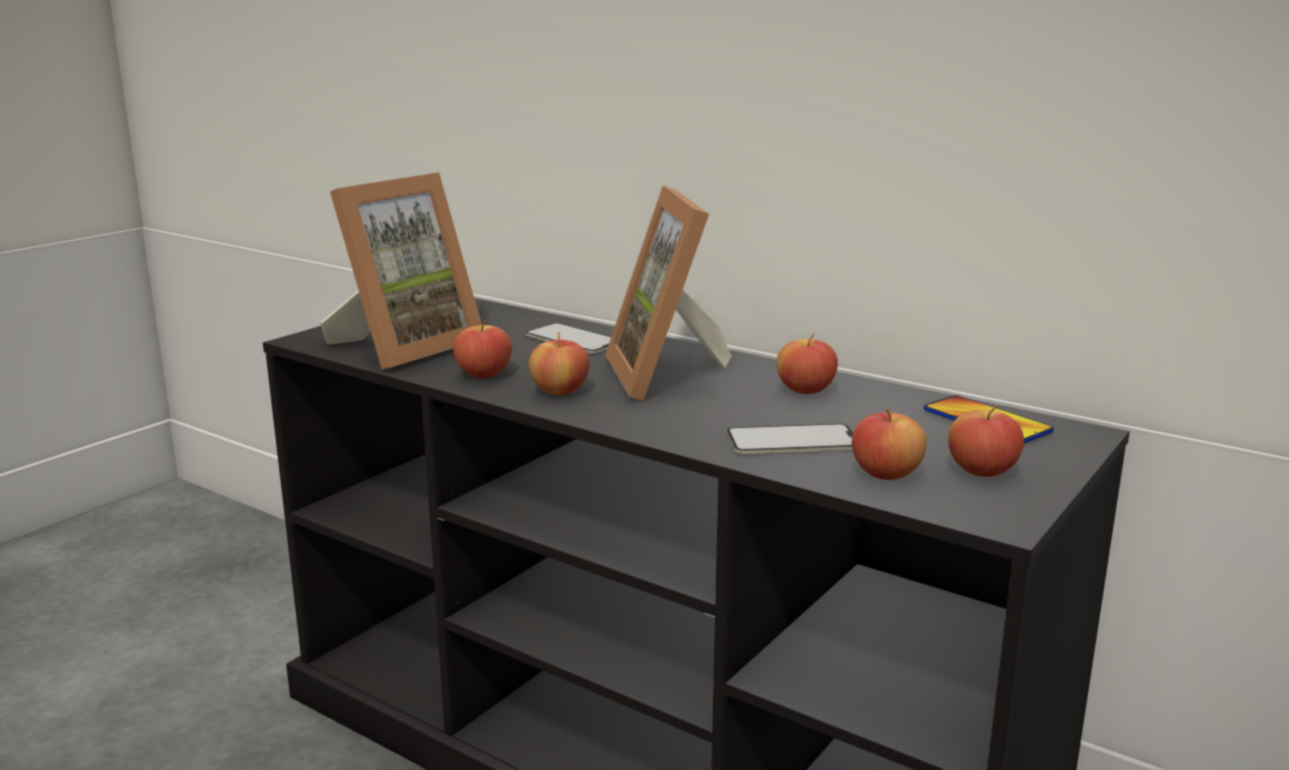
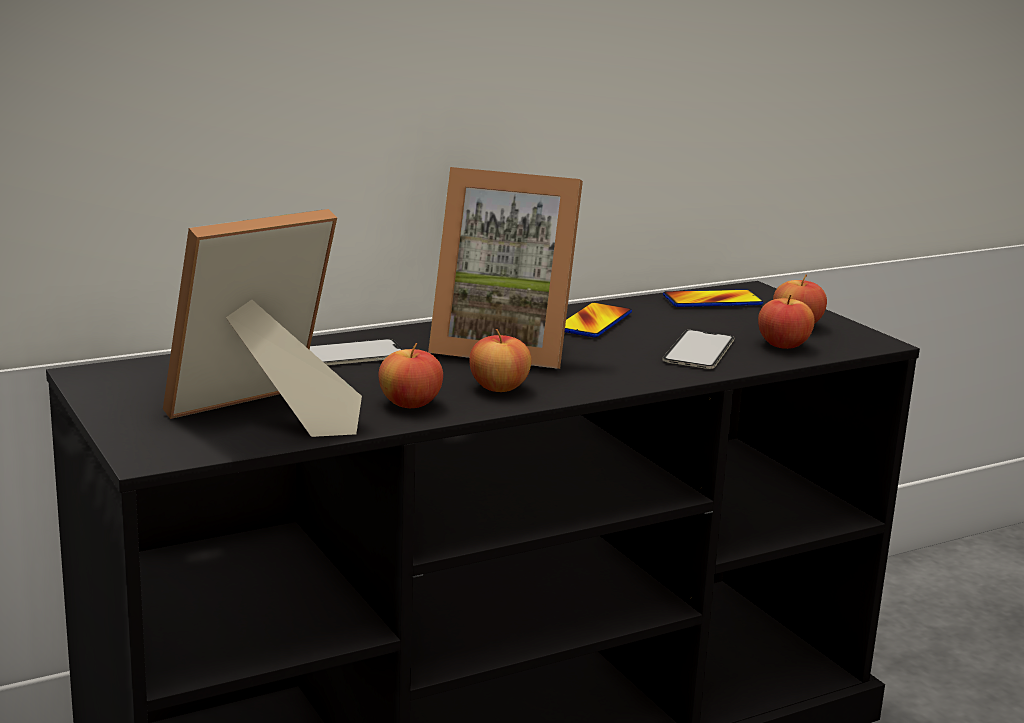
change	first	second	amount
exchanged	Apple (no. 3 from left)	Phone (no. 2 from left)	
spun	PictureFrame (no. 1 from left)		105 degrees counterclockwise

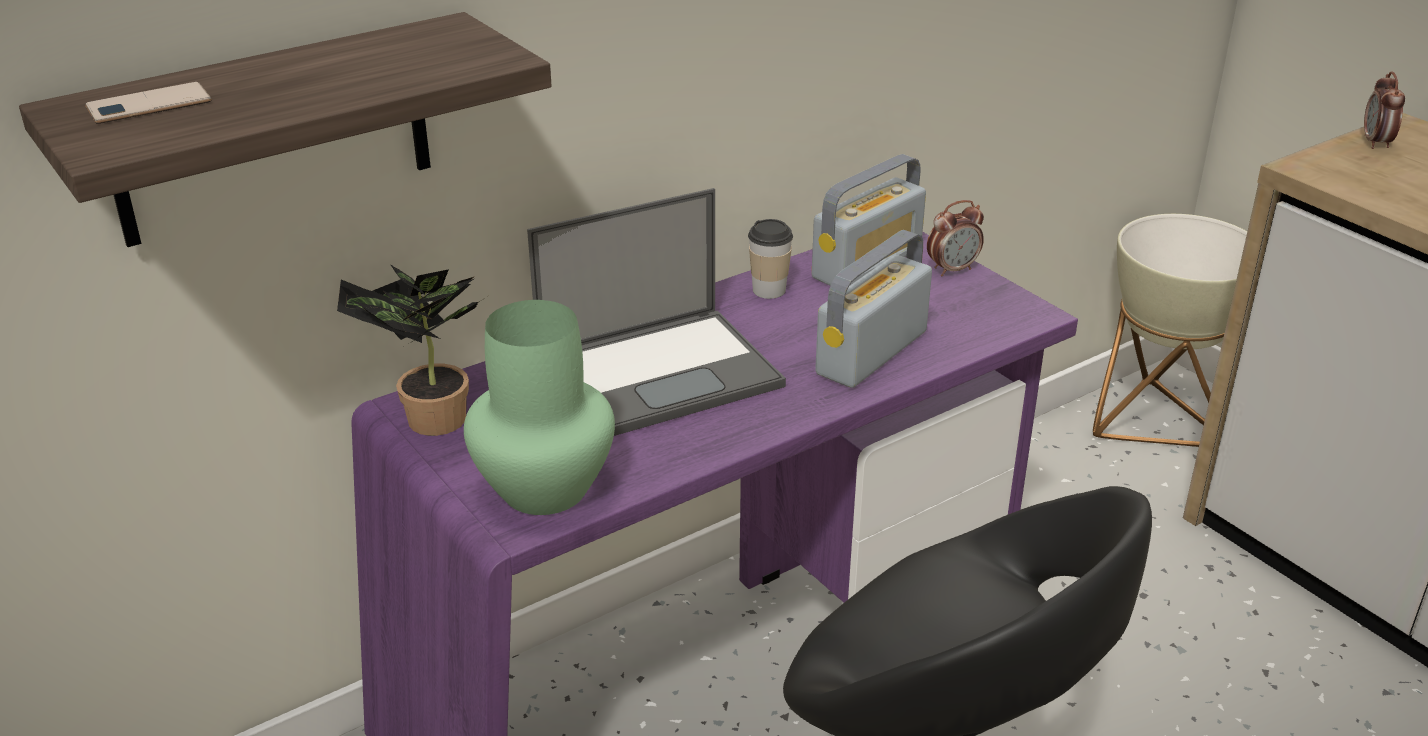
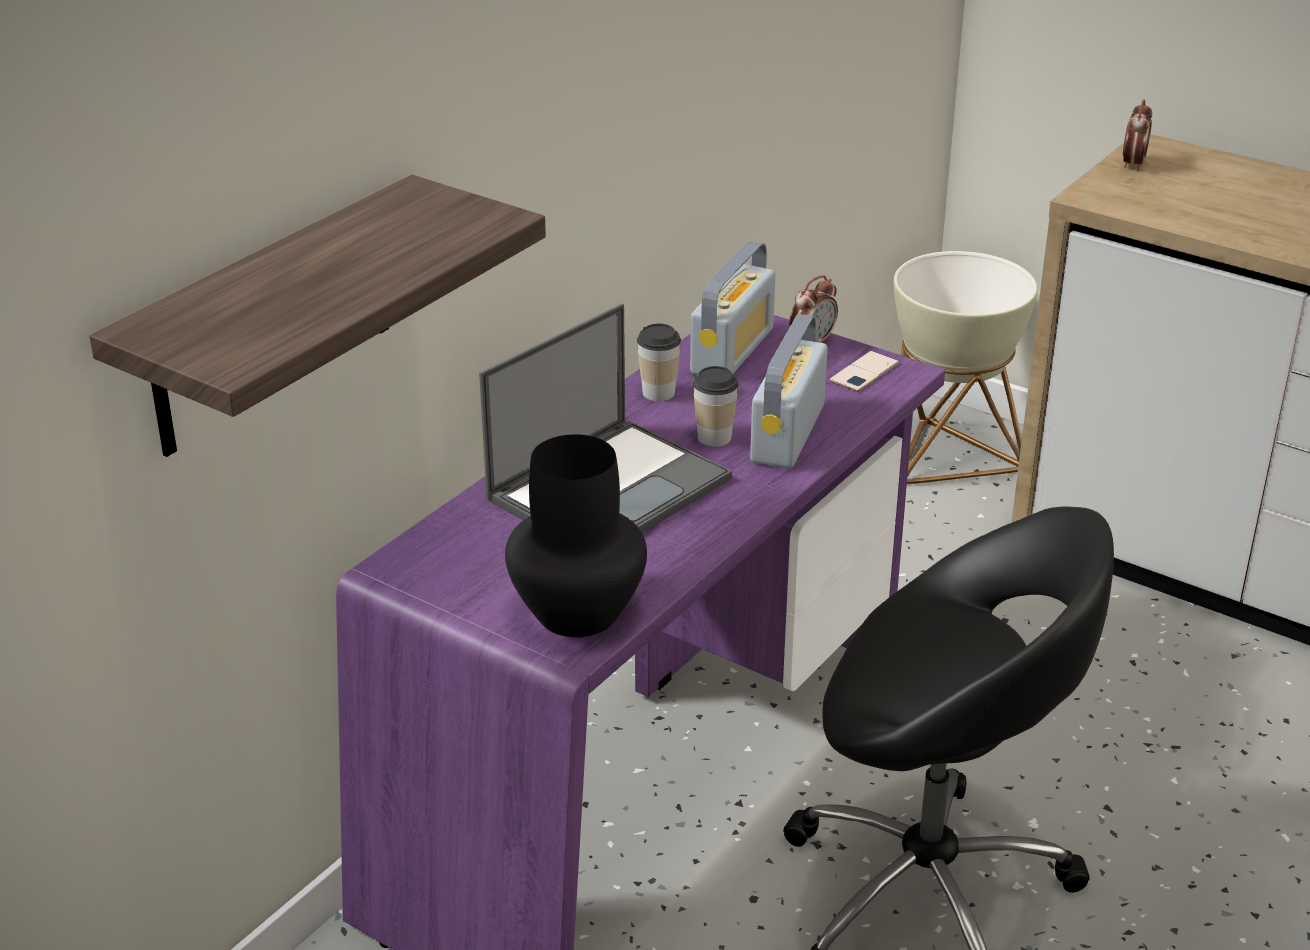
change	first	second	amount
missing	PottedPlant		
appeared		Cup (no. 2 from left)	
relocated	Phone		
colour	GreenVase	BlackVase	
spun	AlarmClock (no. 2 from left)		150 degrees counterclockwise

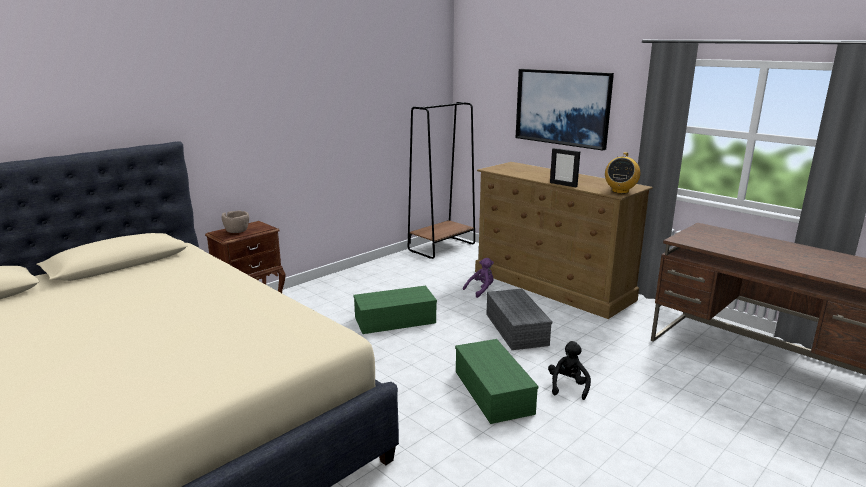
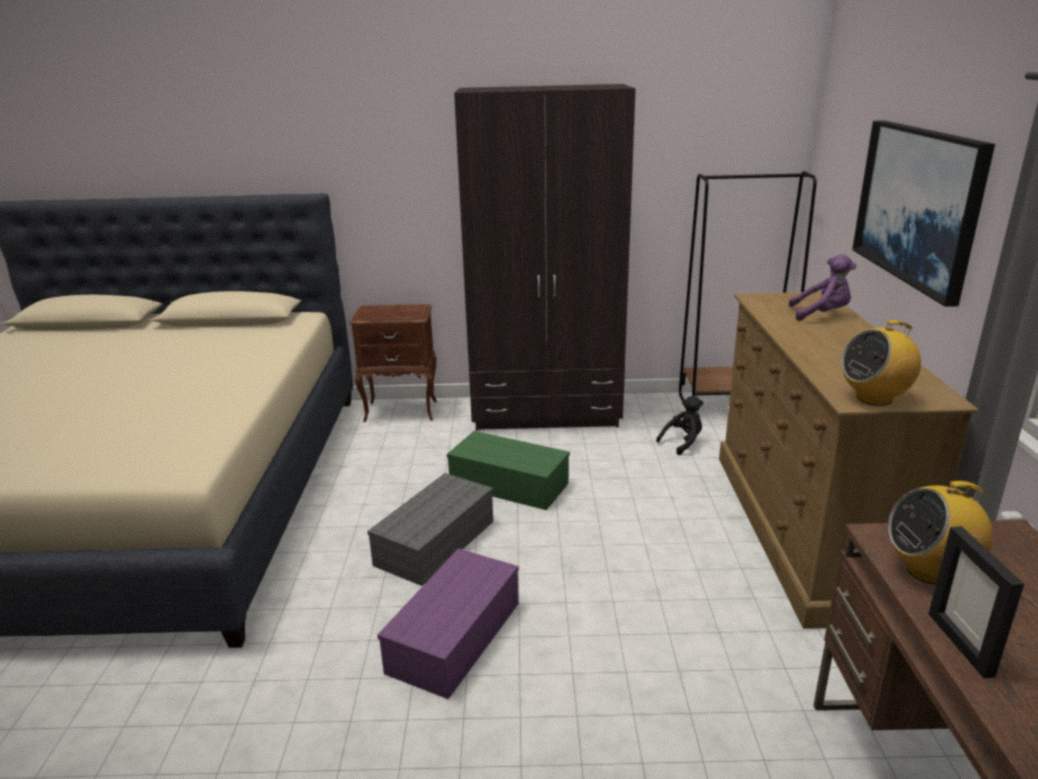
change	first	second	amount
missing	BrownBowl		
appeared		BrownWardrobe	
appeared		Radio (no. 2 from left)	
relocated	PurplePlushToy		
relocated	GreyStorageBox		
relocated	BlackPlushToy		
relocated	PictureFrame		
colour	GreenStorageBox (no. 2 from left)	PurpleStorageBox	

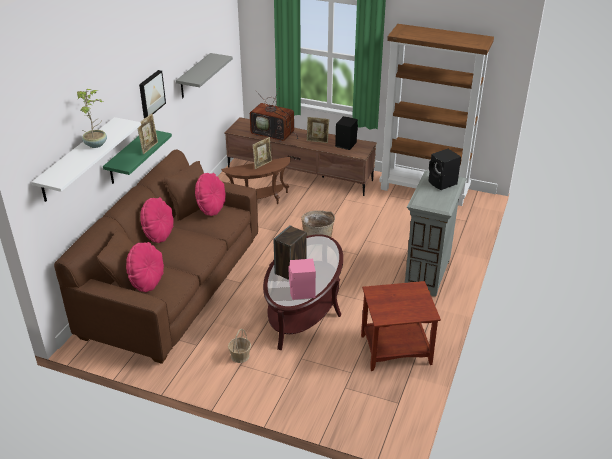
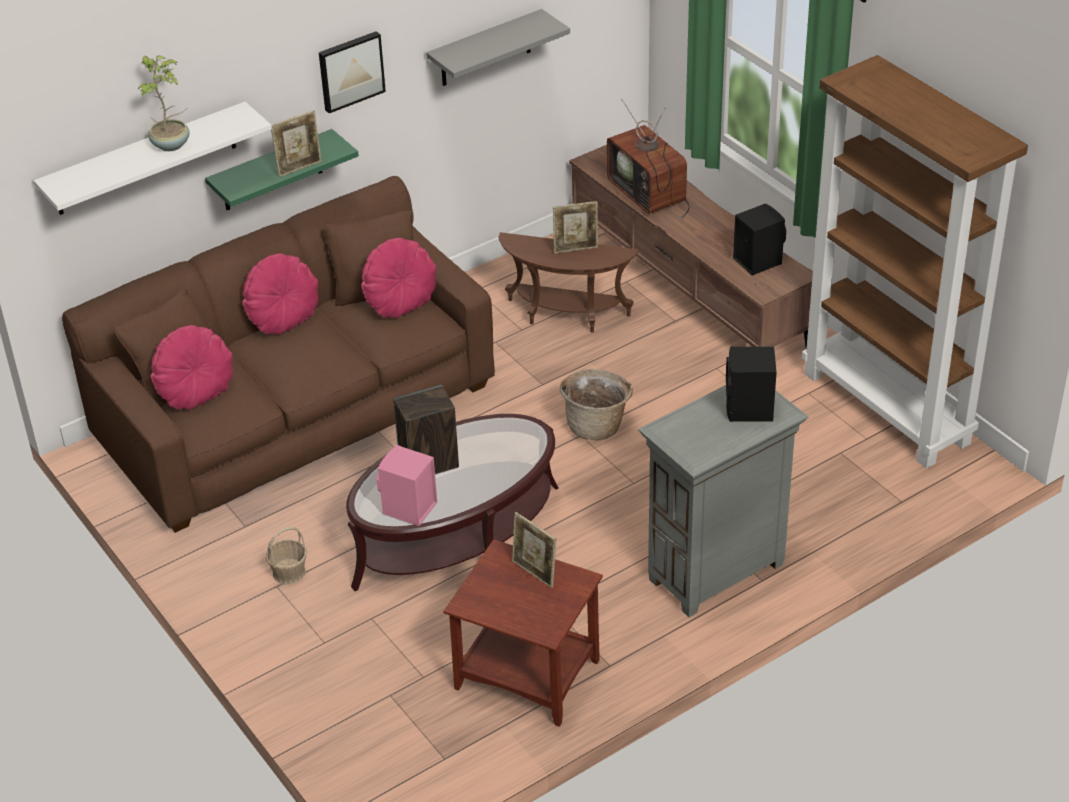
change	first	second	amount
relocated	PictureFrame (no. 3 from left in the first image)	PictureFrame (no. 2 from left)	

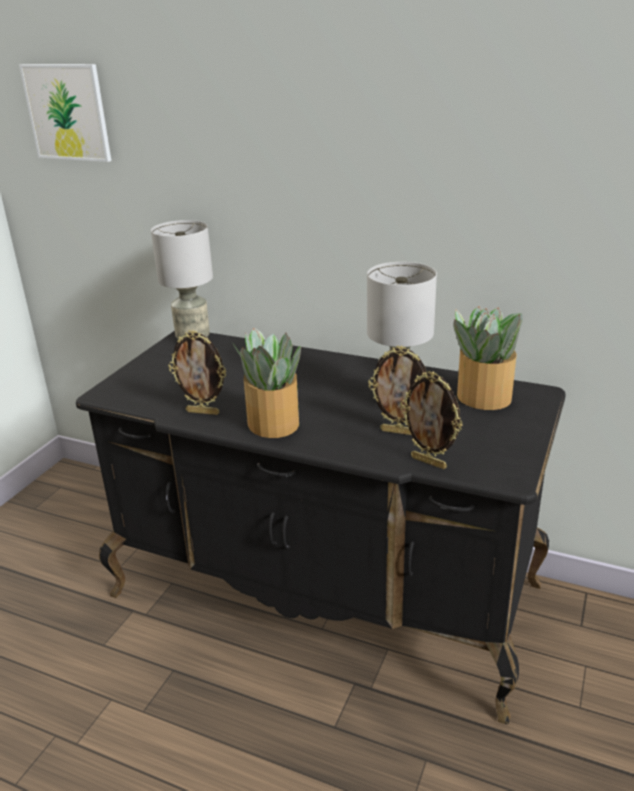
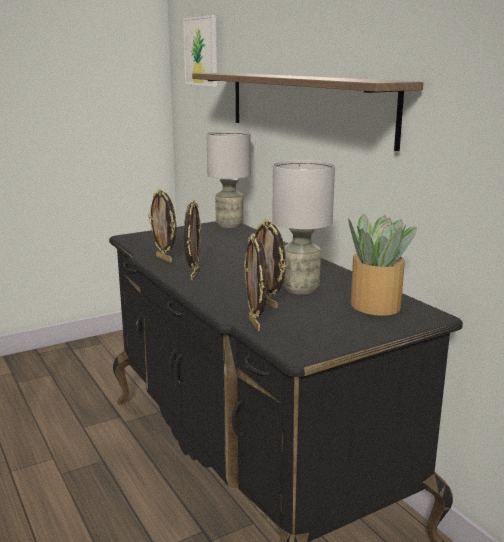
change	first	second	amount
appeared		Shelf	
exchanged	PottedPlant (no. 1 from left)	PictureFrame (no. 2 from left)	

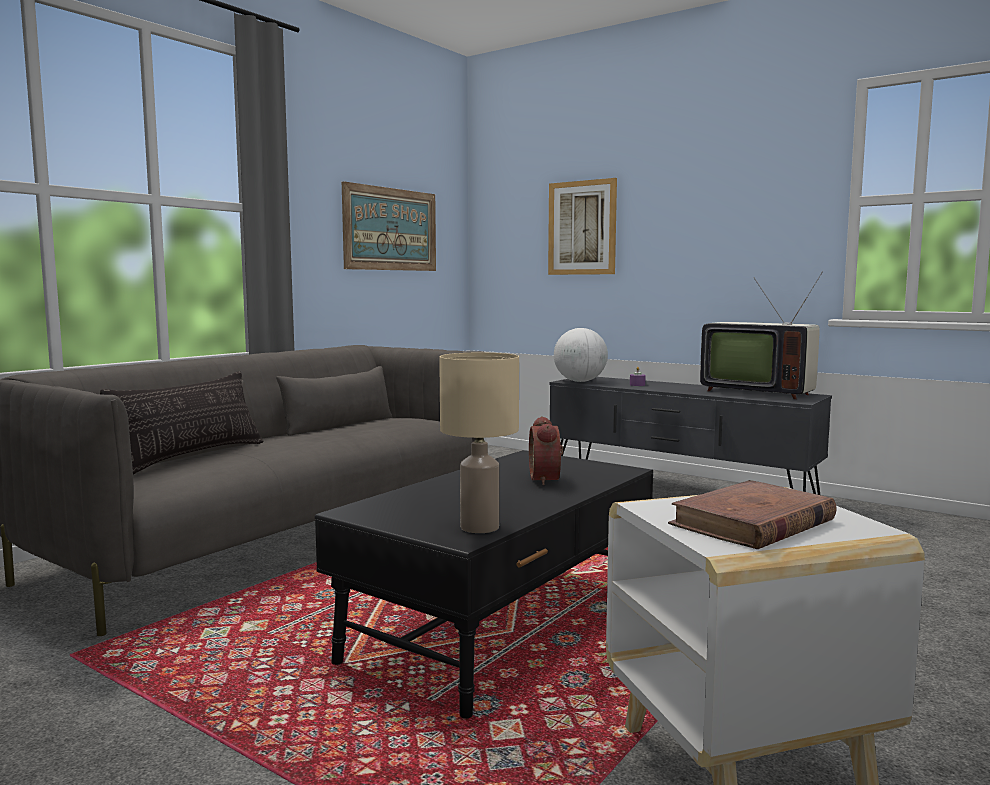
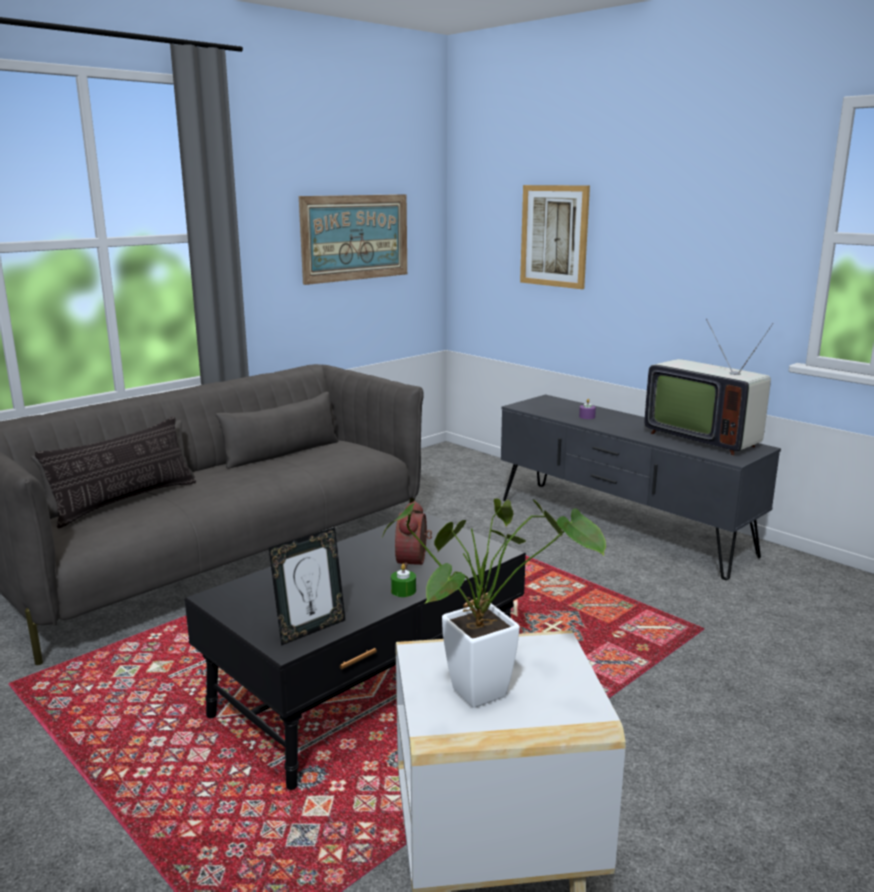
change	first	second	amount
missing	Globe		
appeared		GreenCandle	
exchanged	BeigeTableLamp	PictureFrame	
exchanged	BrownBook	PottedPlant	

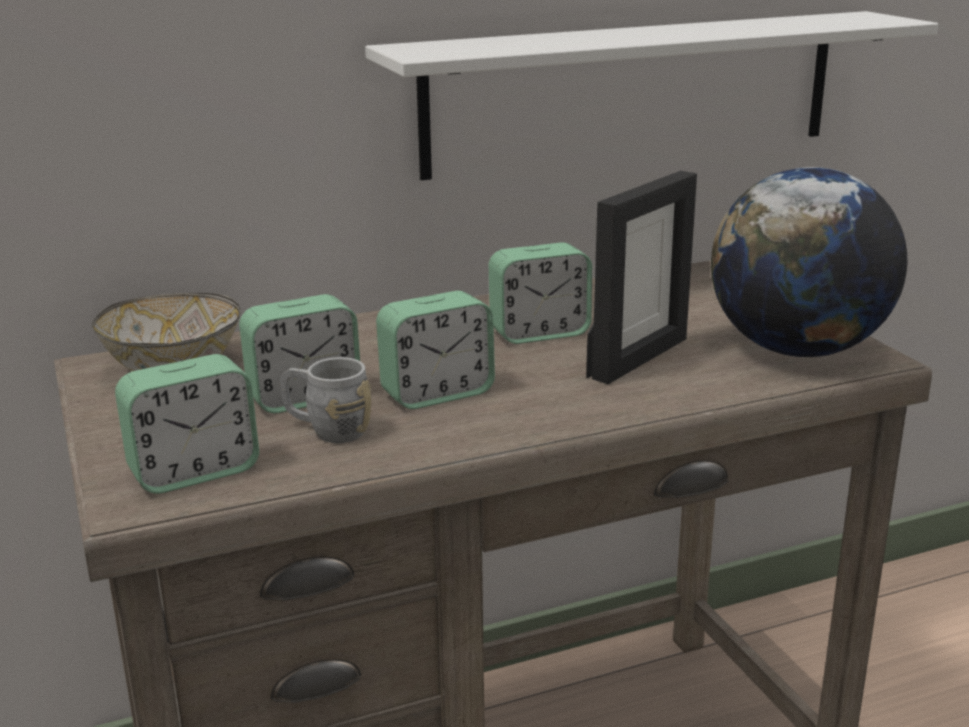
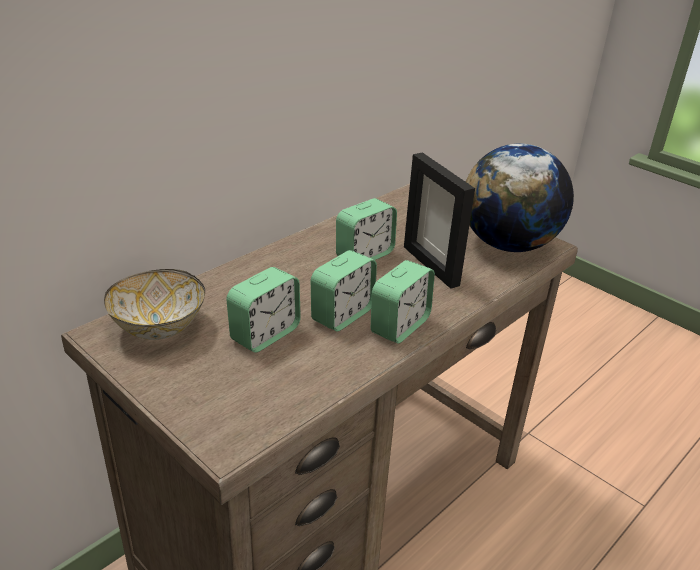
change	first	second	amount
missing	GreyMug		
missing	WhiteShelf		
relocated	AlarmClock (no. 1 from left in the first image)	AlarmClock (no. 4 from left)	
spun	PictureFrame		135 degrees clockwise

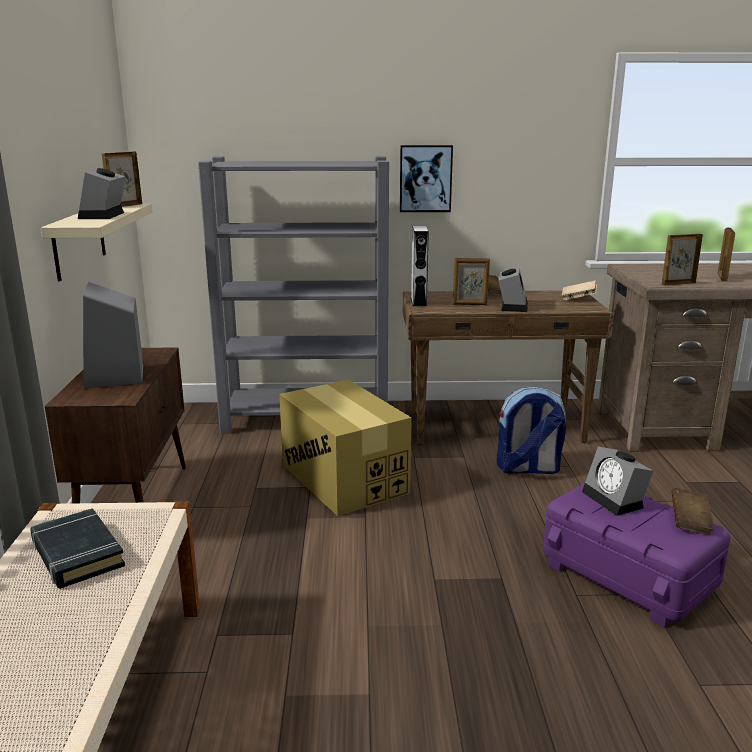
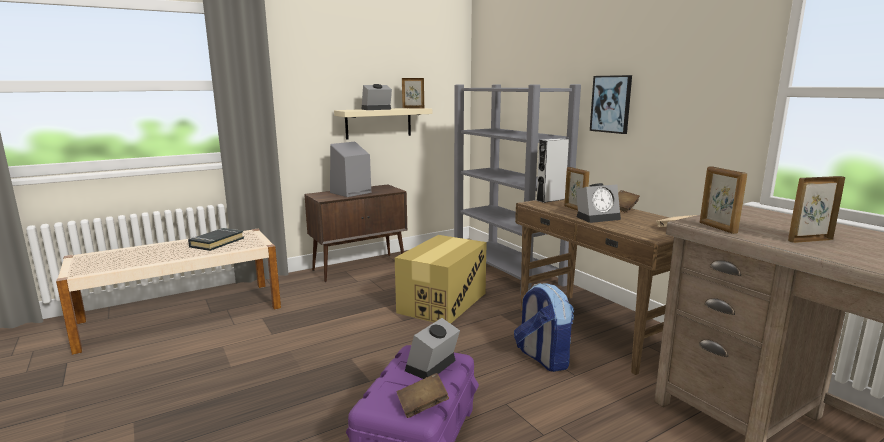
change	first	second	amount
spun	PictureFrame (no. 3 from left)		150 degrees counterclockwise

